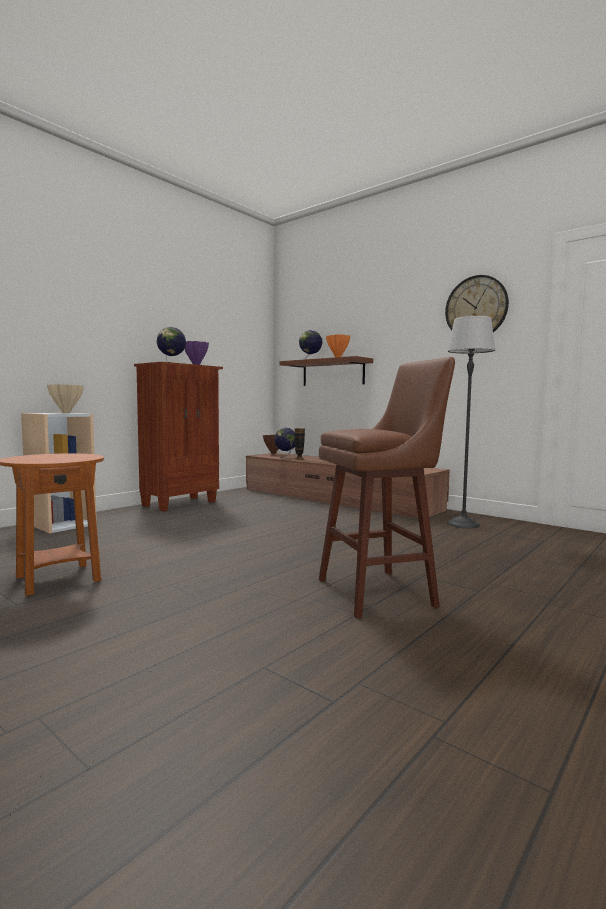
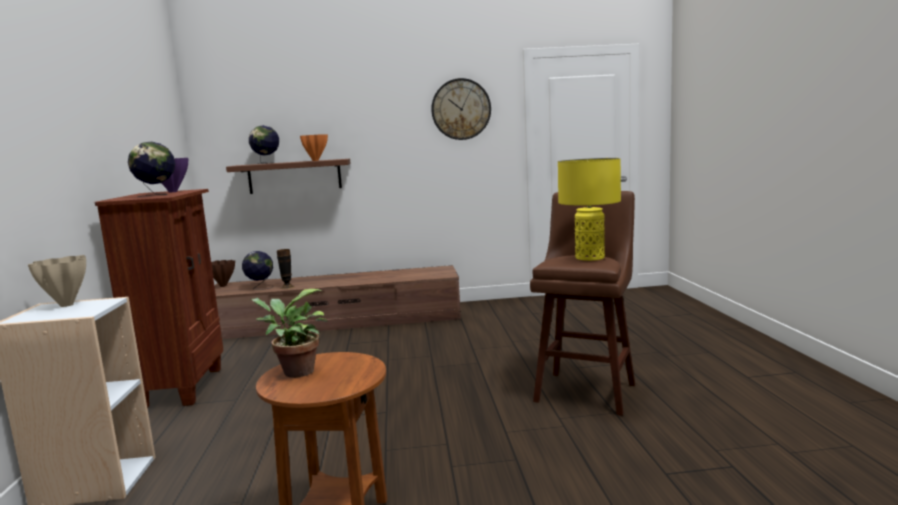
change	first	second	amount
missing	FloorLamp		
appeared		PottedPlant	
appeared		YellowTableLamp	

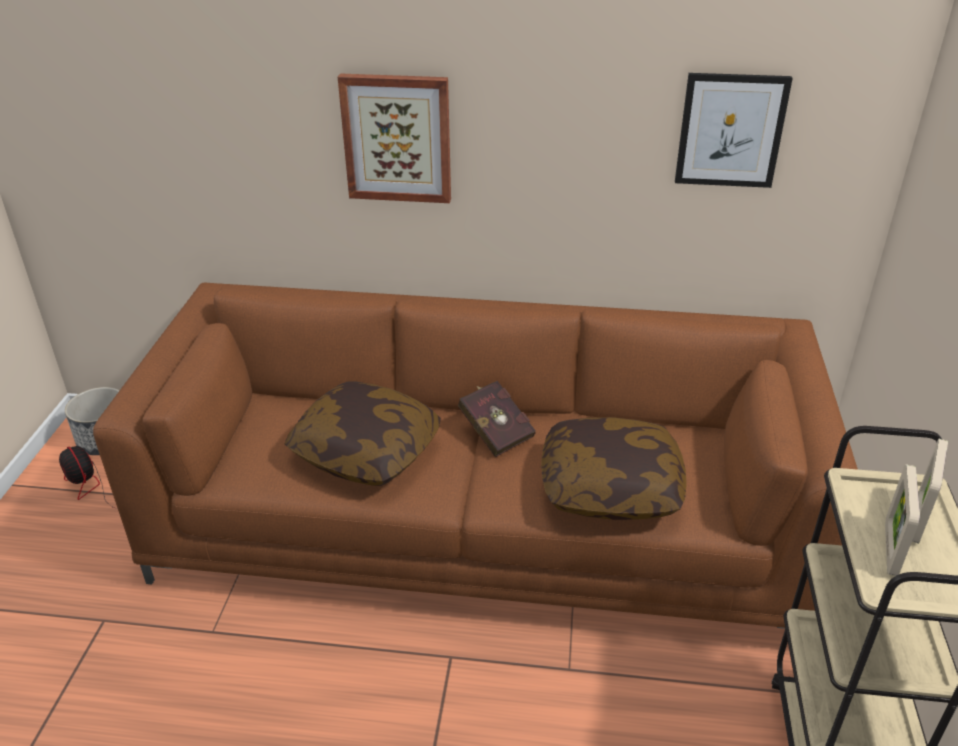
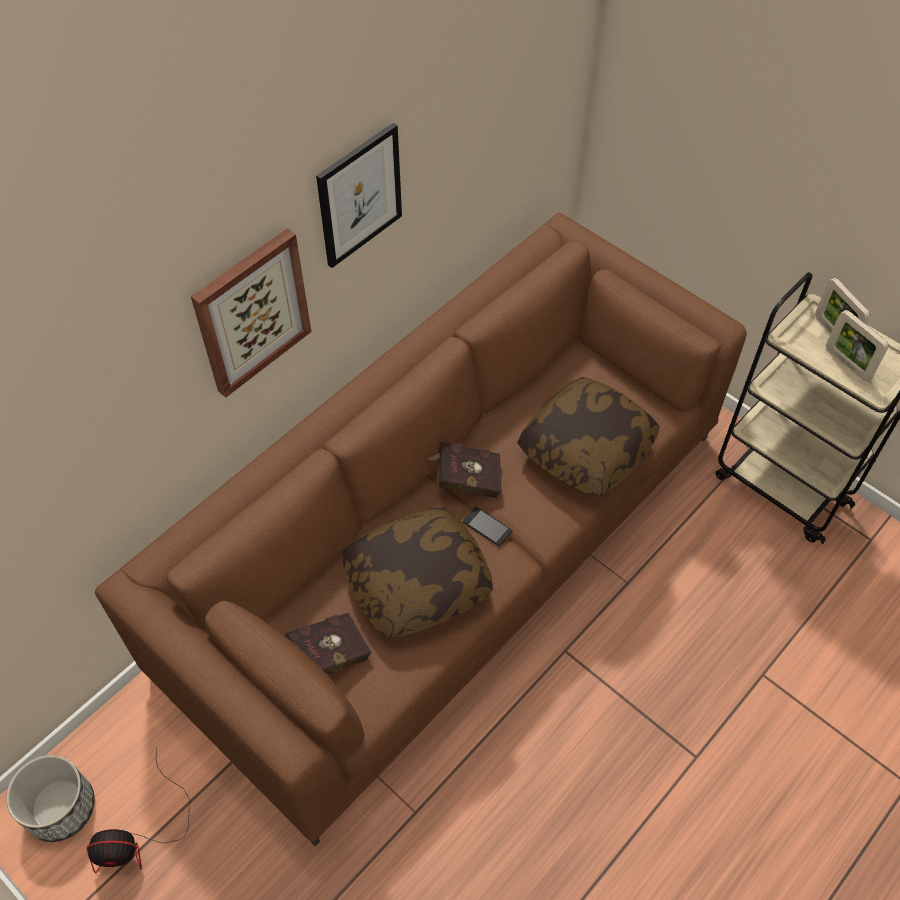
change	first	second	amount
appeared		RedBook (no. 1 from left)	
appeared		Phone	
relocated	Picture (no. 2 from left)		

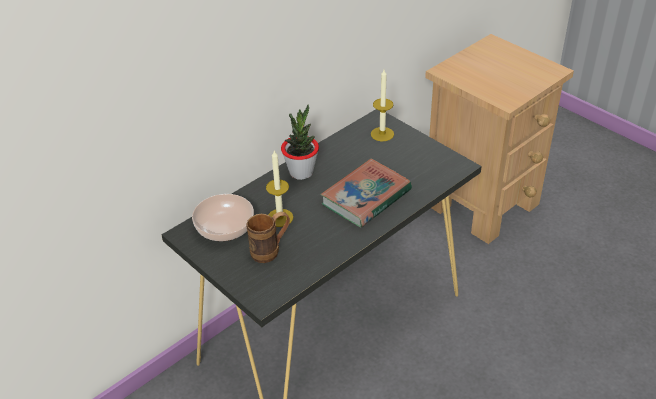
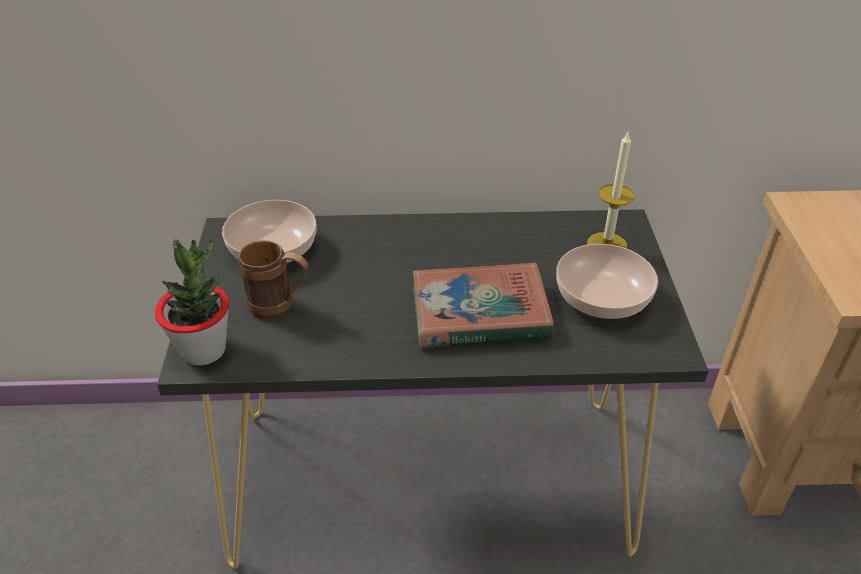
change	first	second	amount
missing	Candle (no. 1 from left)		
appeared		Bowl (no. 2 from left)	
relocated	PottedPlant		

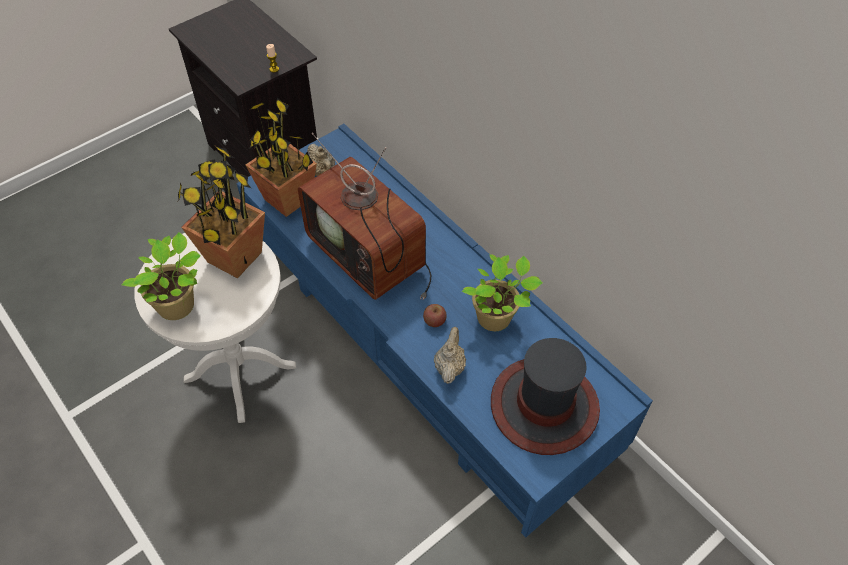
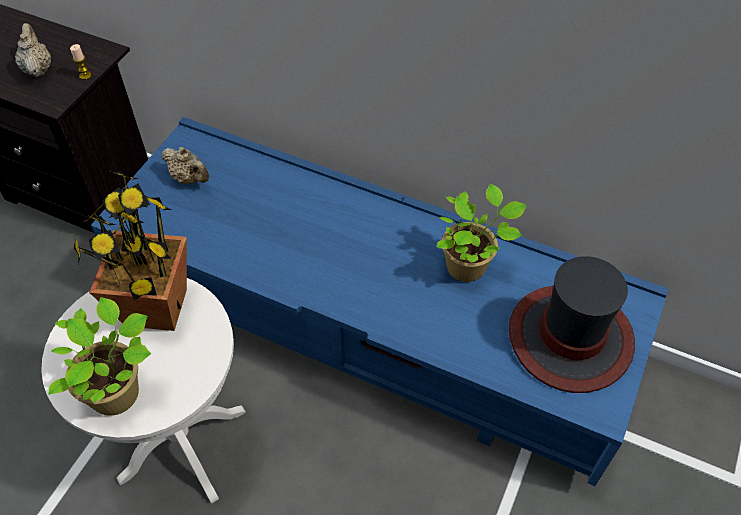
change	first	second	amount
missing	PottedPlant (no. 3 from left)		
missing	Television		
missing	Apple		
relocated	BeigeTeapot (no. 2 from left in the first image)	BeigeTeapot (no. 1 from left)	

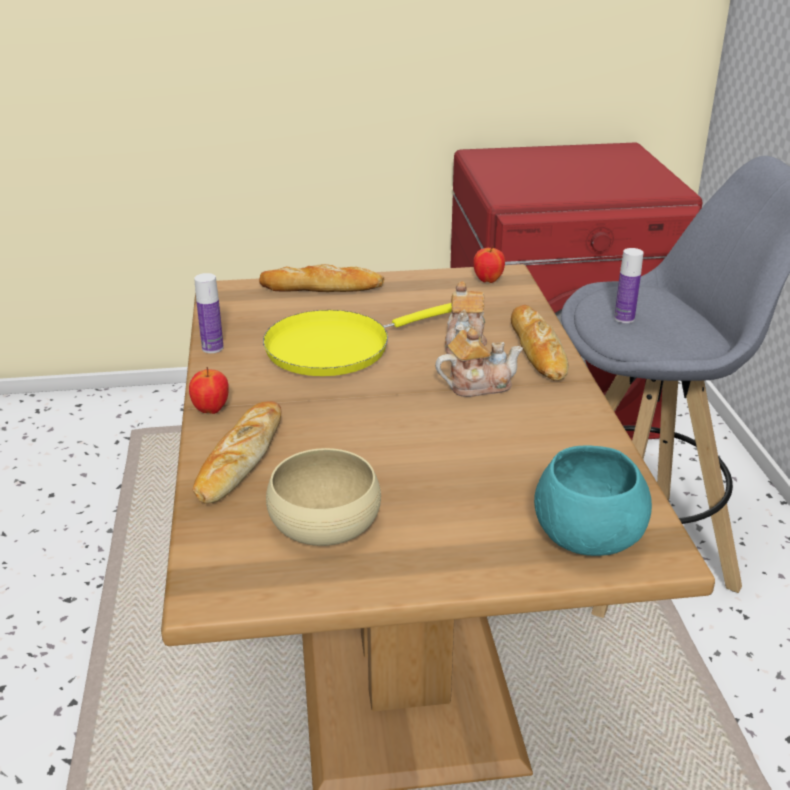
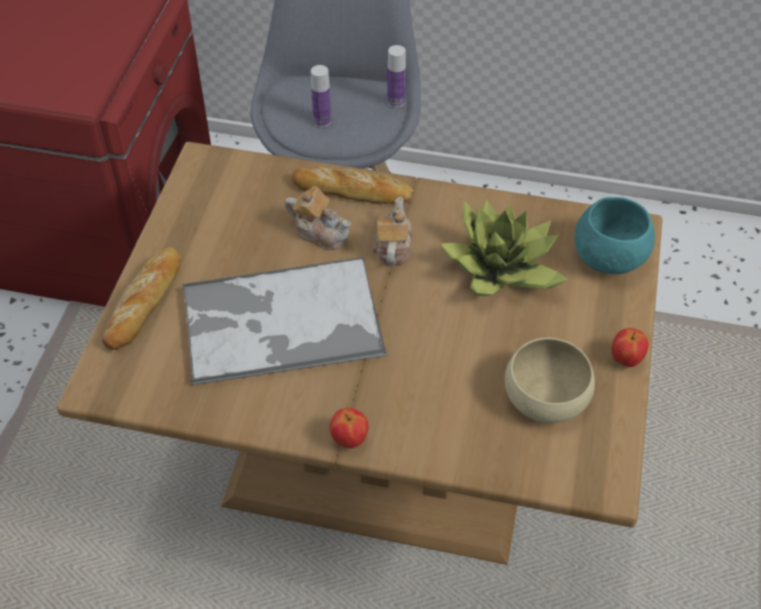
change	first	second	amount
missing	Bread (no. 1 from left)		
appeared		PottedPlant	
relocated	Bottle (no. 1 from left in the first image)	Bottle (no. 2 from left)	
relocated	Apple (no. 2 from left)		
exchanged	YellowFryingPan	Tray	

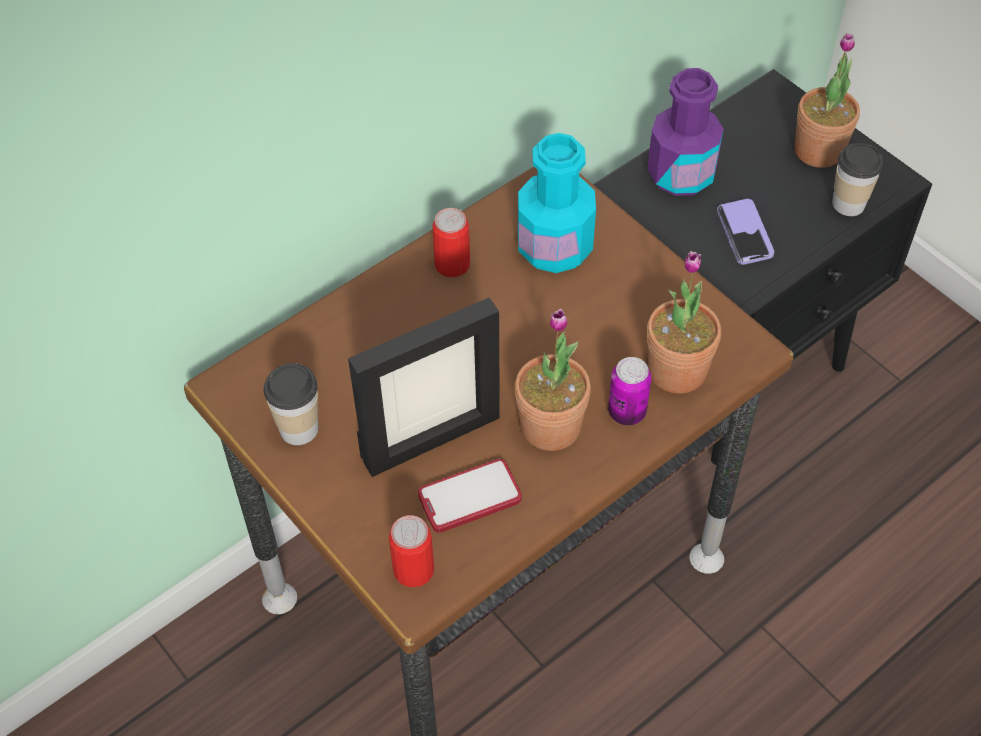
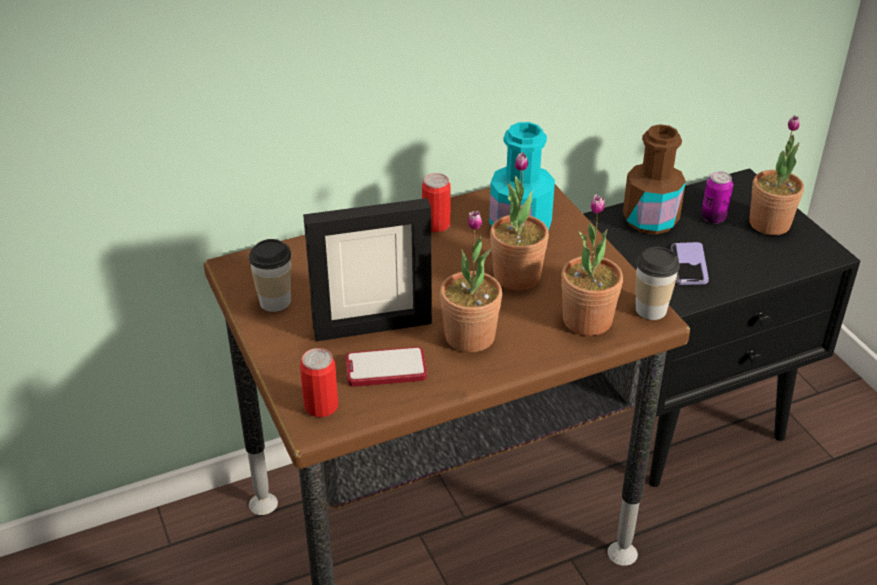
change	first	second	amount
appeared		PottedPlant (no. 2 from left)	
relocated	Can (no. 3 from left)		
relocated	Cup (no. 2 from left)		
colour	PurpleBottle	BrownBottle	

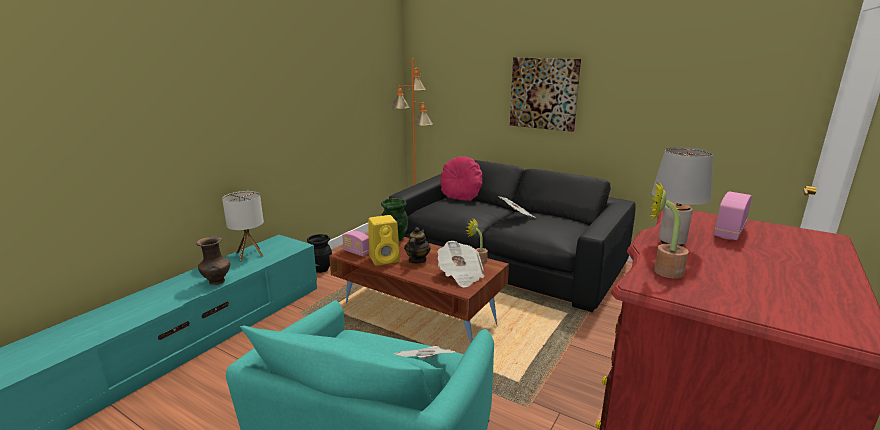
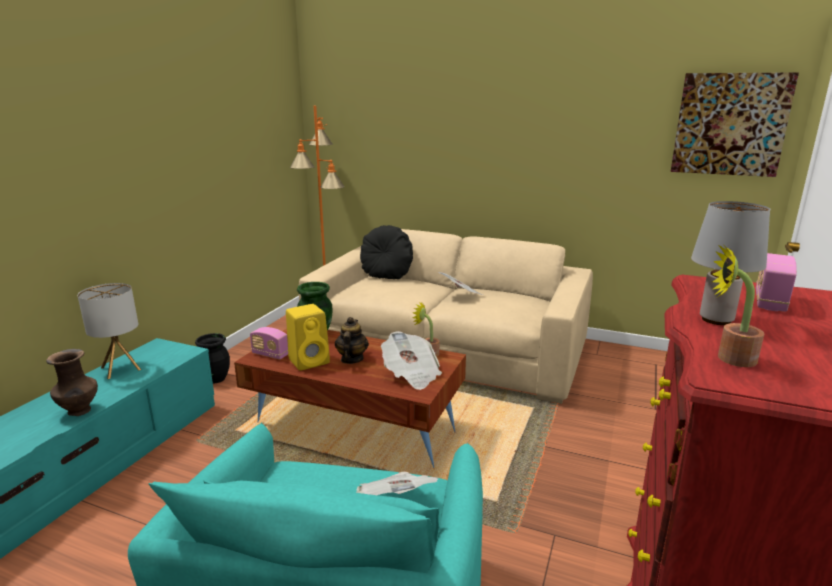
change	first	second	amount
relocated	Picture		
colour	BlackSofa	BeigeSofa	
colour	PinkPillow	BlackPillow	

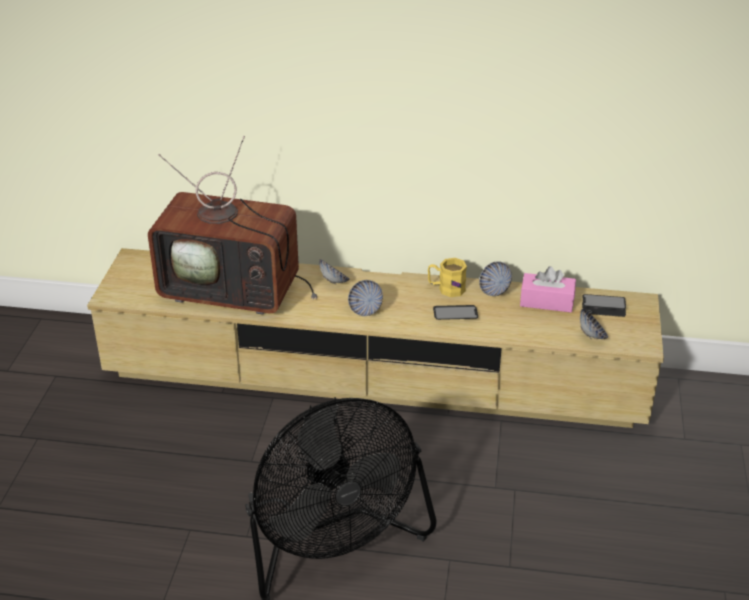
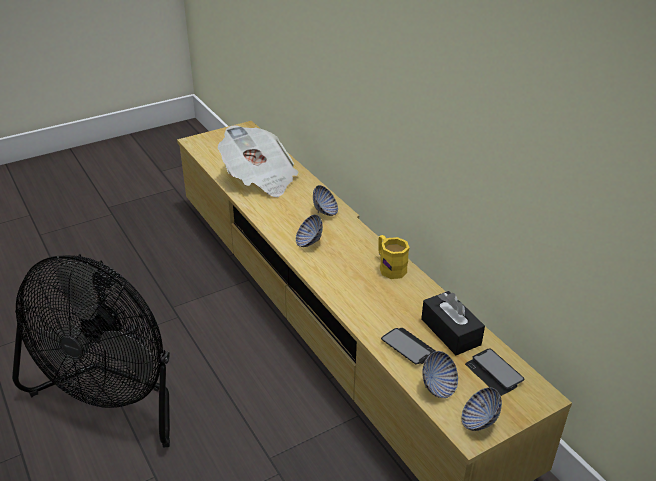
change	first	second	amount
relocated	Phone (no. 1 from left)		
relocated	Bowl (no. 3 from left in the first image)	Bowl (no. 4 from left)	
exchanged	Television	Newspaper	
colour	PinkTissueBox	BlackTissueBox	

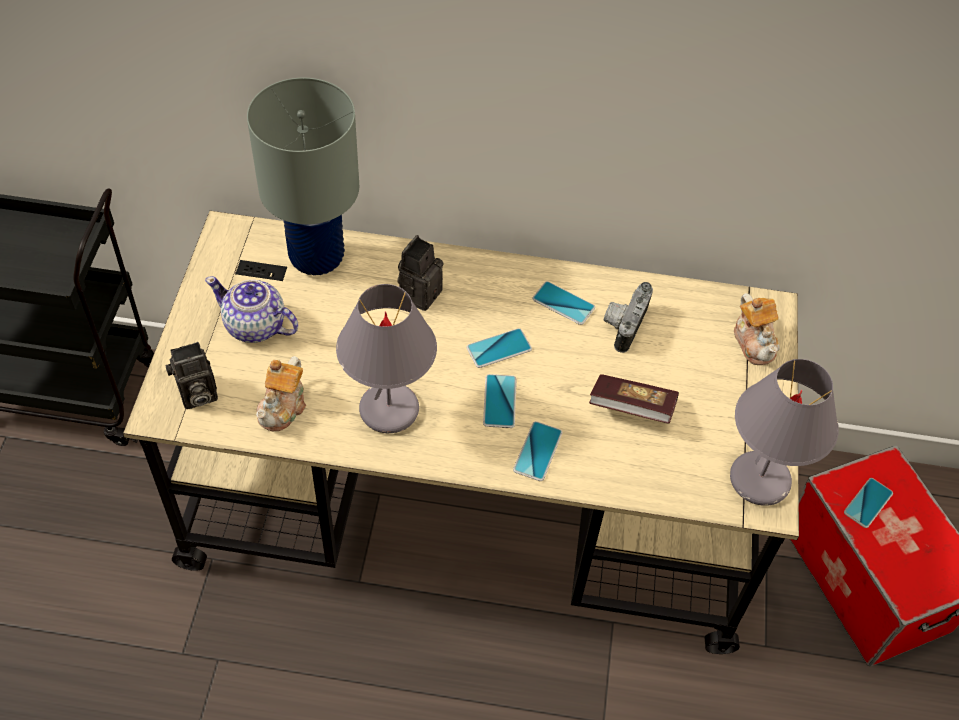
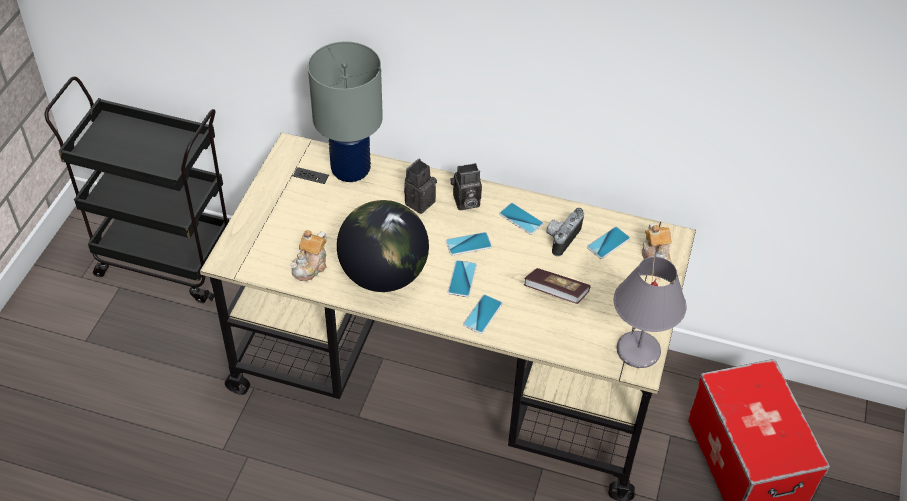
change	first	second	amount
missing	Teapot (no. 1 from left)		
relocated	PhotoCamera (no. 1 from left in the first image)	PhotoCamera (no. 2 from left)	
relocated	Phone (no. 5 from left)		
exchanged	GreyTableLamp (no. 2 from left)	Globe	

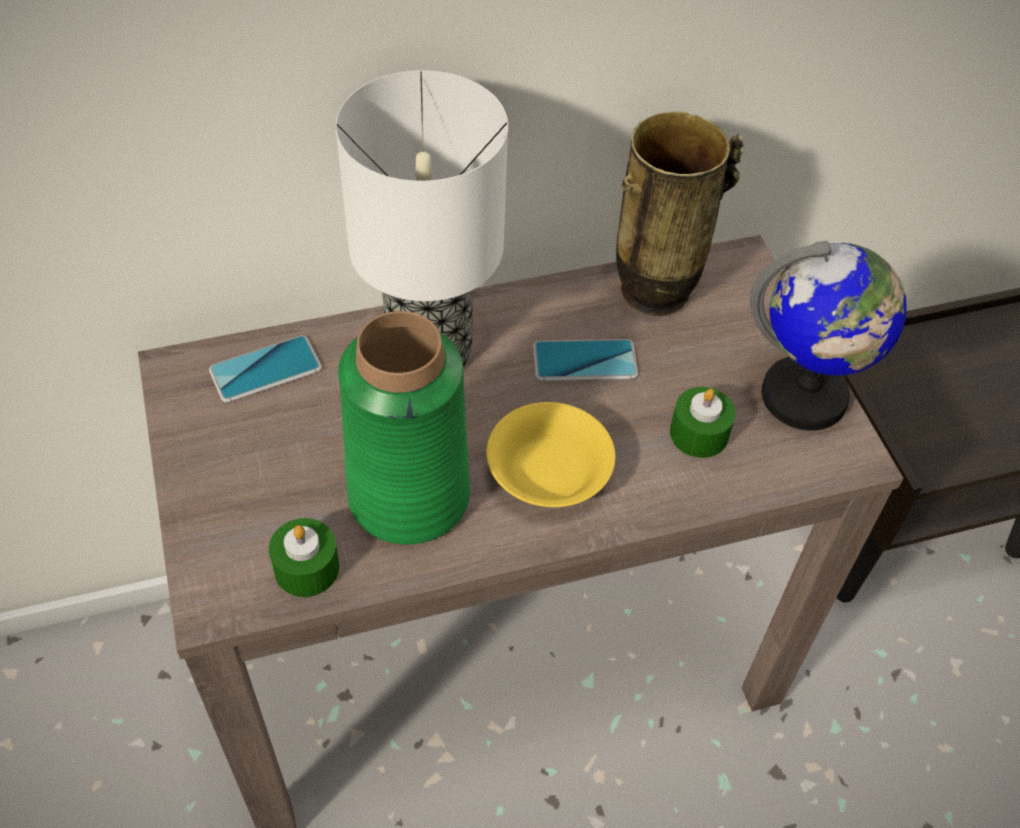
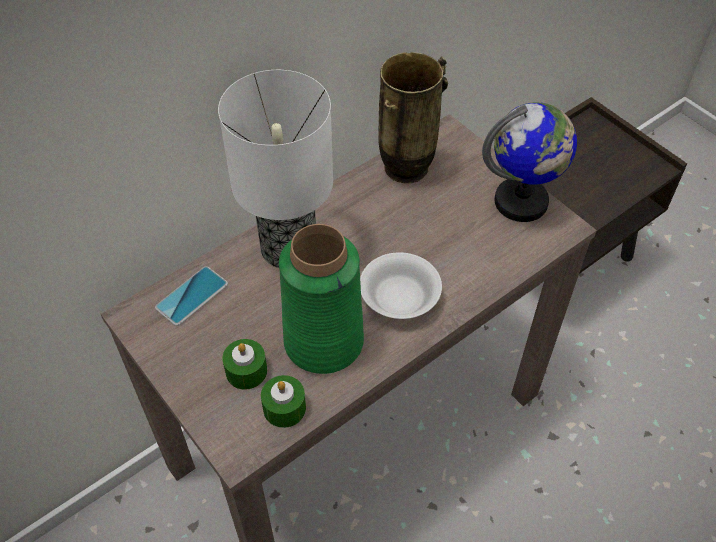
change	first	second	amount
missing	Phone (no. 2 from left)		
relocated	GreenCandle (no. 2 from left in the first image)	GreenCandle (no. 1 from left)	
colour	YellowBowl	WhiteBowl	

